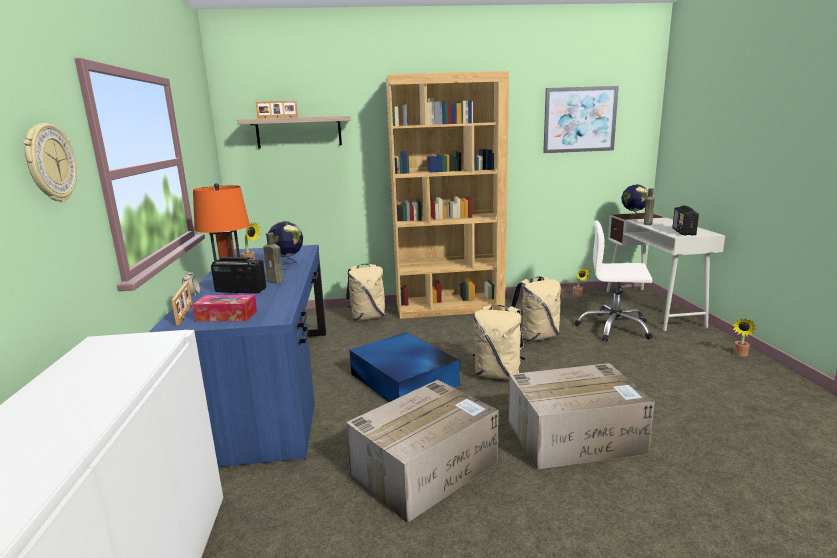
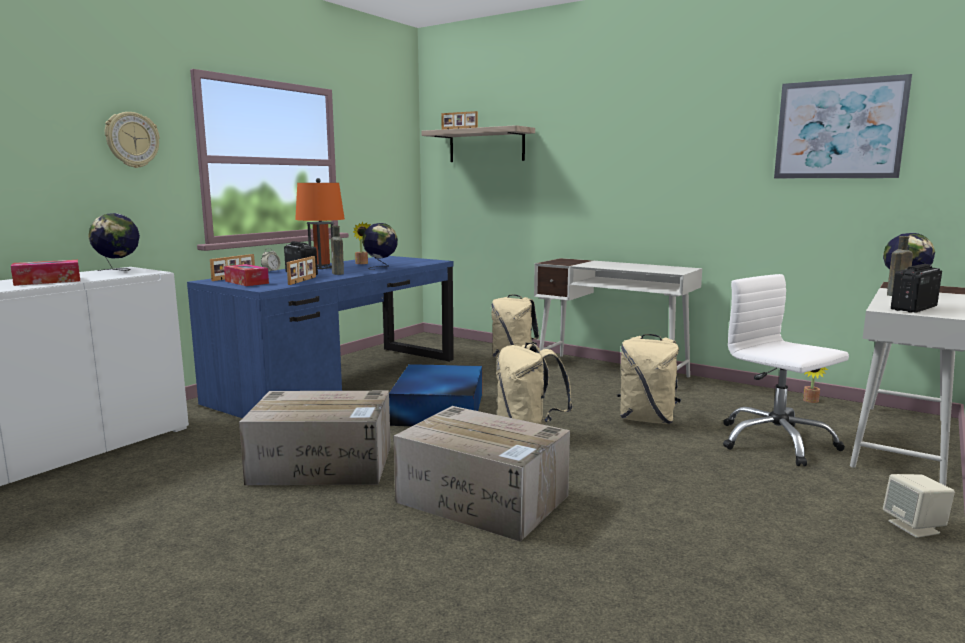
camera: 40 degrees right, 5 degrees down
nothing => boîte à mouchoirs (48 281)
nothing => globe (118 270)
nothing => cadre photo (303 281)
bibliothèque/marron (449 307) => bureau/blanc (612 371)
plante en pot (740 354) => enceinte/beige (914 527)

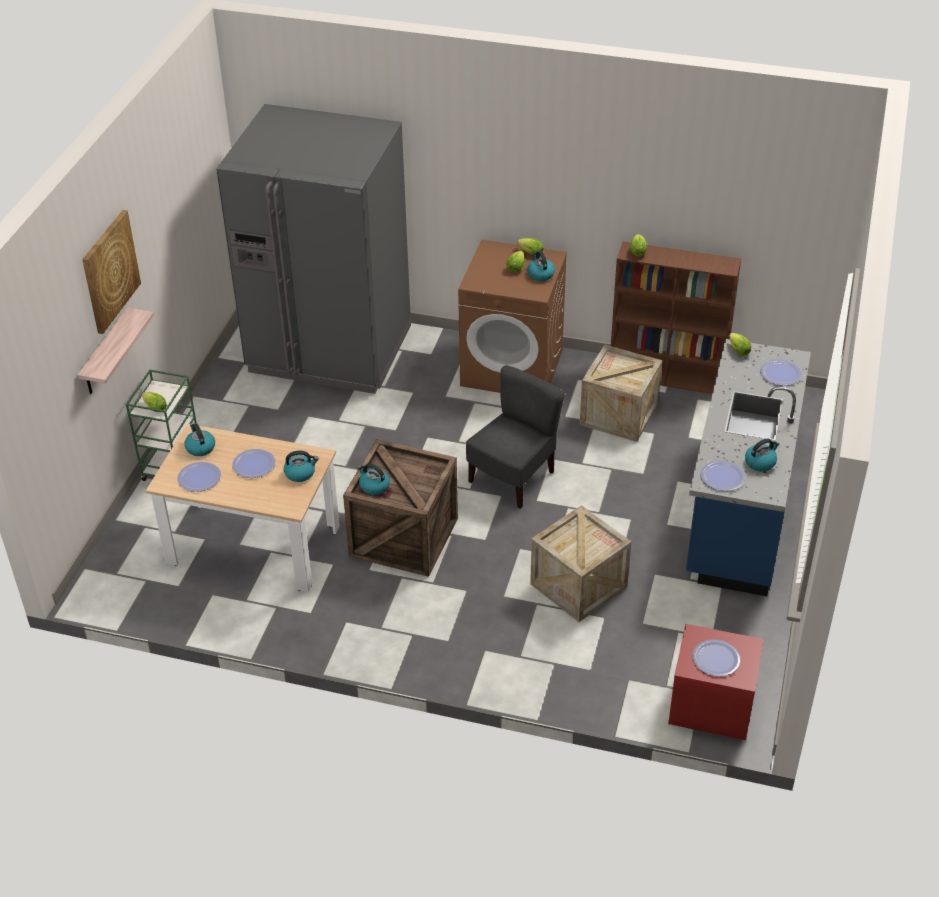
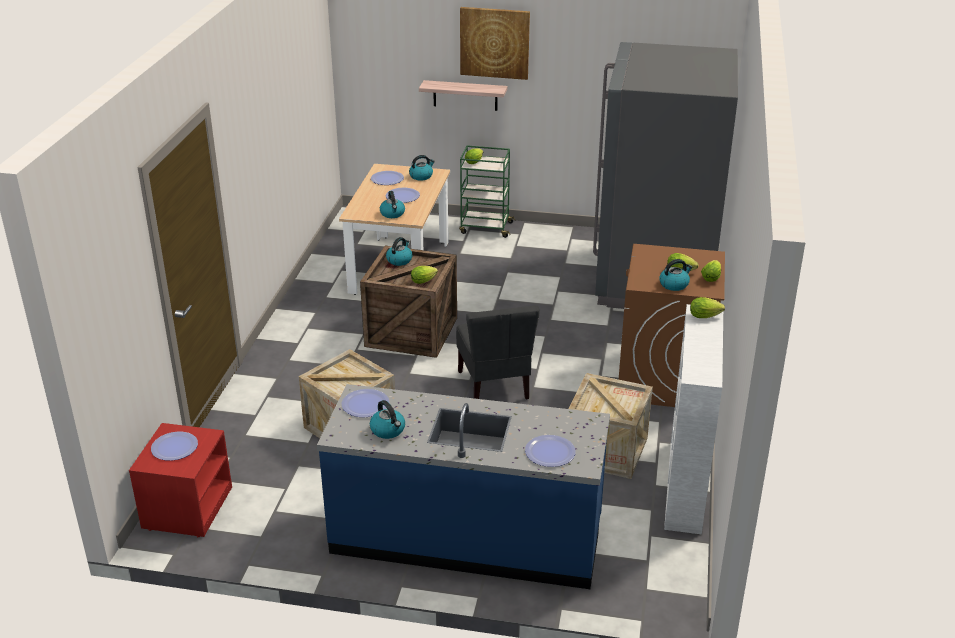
camera: 85 degrees right, 10 degrees down
laitue (737 350) => laitue (424 281), shifted
bibliothèque/marron (668 377) => bibliothèque/blanc (685 487)
chaise/gris (513 478) => chaise/gris (495 385), 45 degrees clockwise

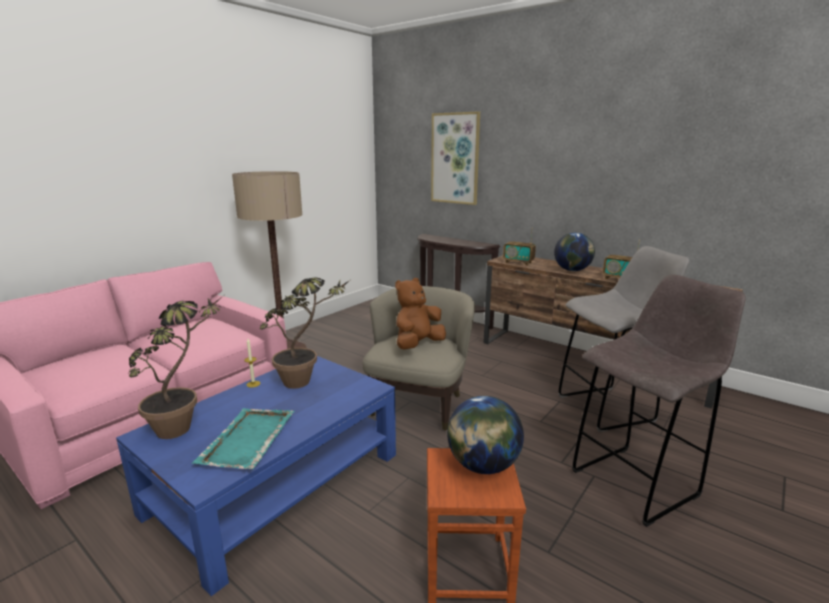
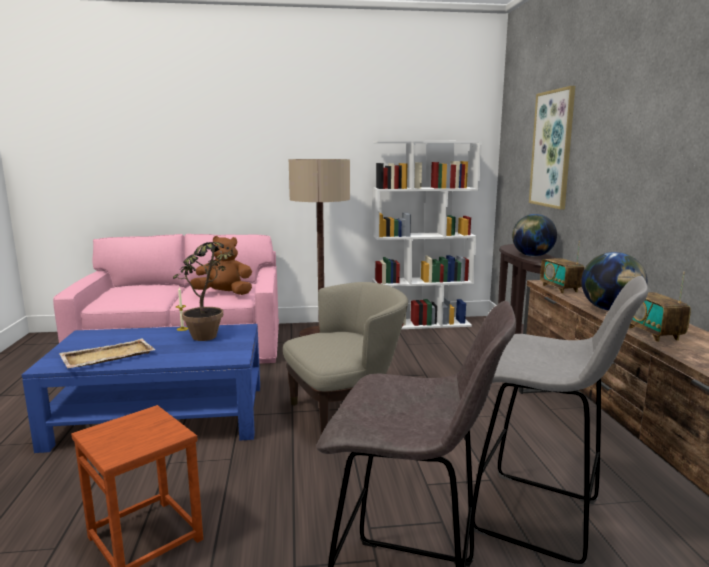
camera: 45 degrees right, 5 degrees down
plante en pot (185 425) => nothing
nothing => bibliothèque/blanc (421 324)
peluche/marron (418 345) => peluche/marron (224 294), shifted
globe (483 465) => globe (532 256), shifted
plateau/turquoise (247 440) => plateau/beige (107 356)

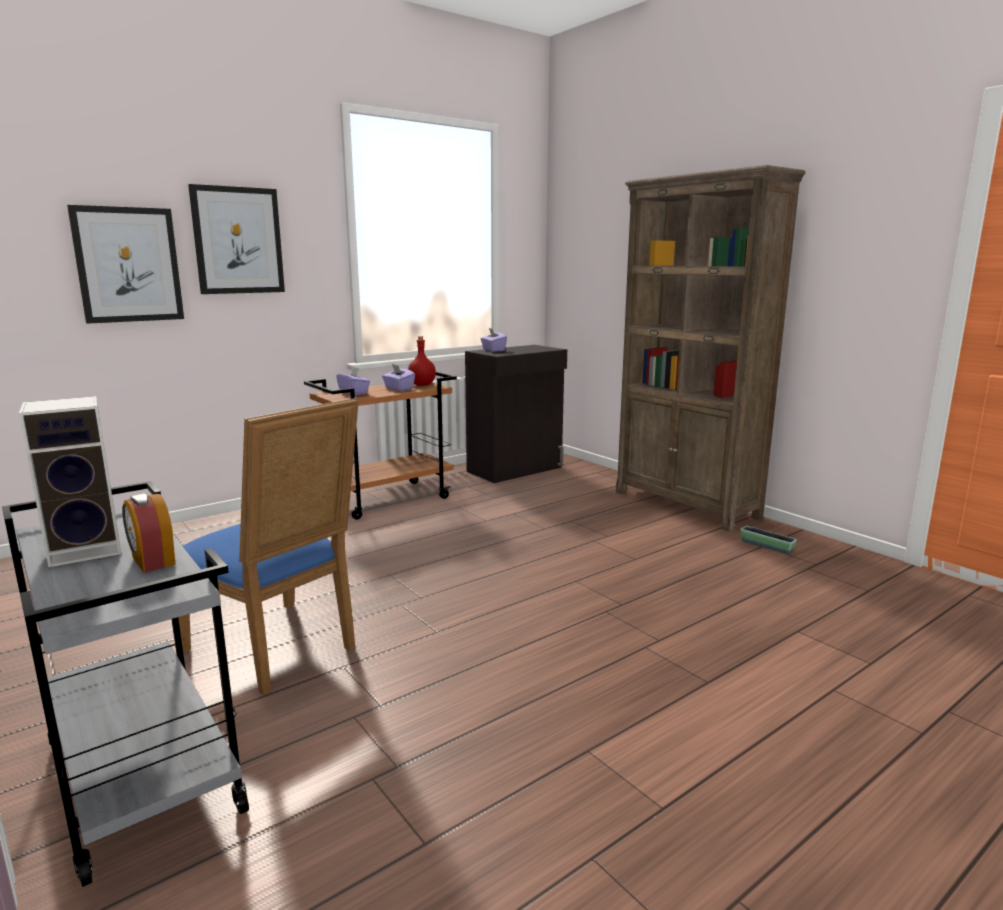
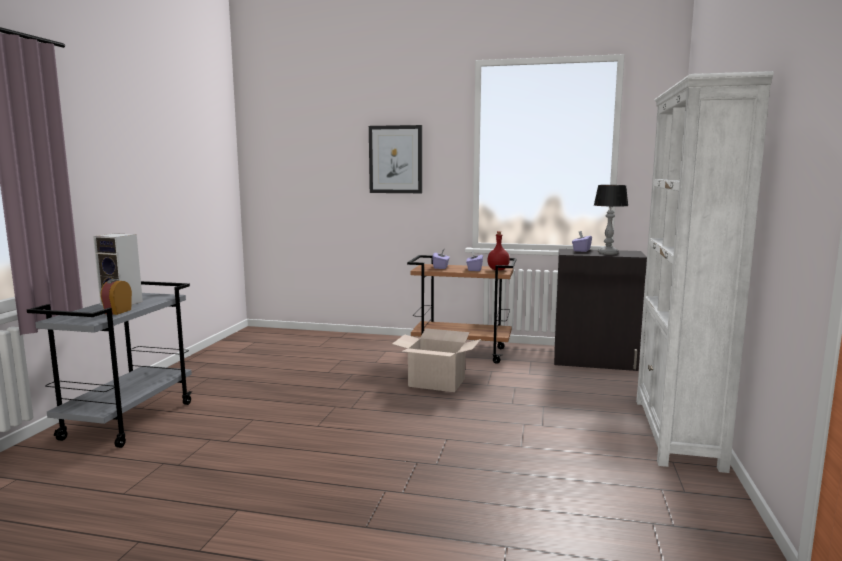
camera: 50 degrees right, 5 degrees down
tableau (128 265) => nothing
chaise/bleu (278 650) => nothing
cache-pot (766 546) => nothing
nothing => carton (437 382)
nothing => lampe de table (608 253)
bibliothèque/marron (686 504) => bibliothèque/blanc (676 433)

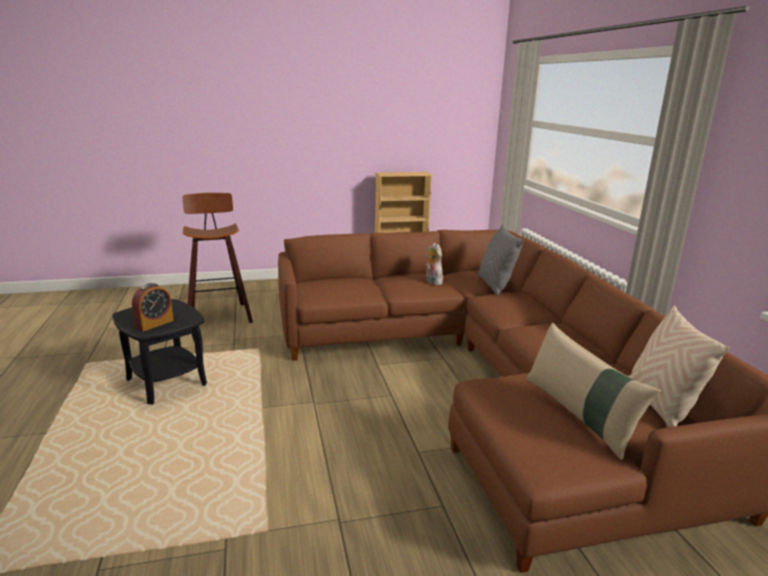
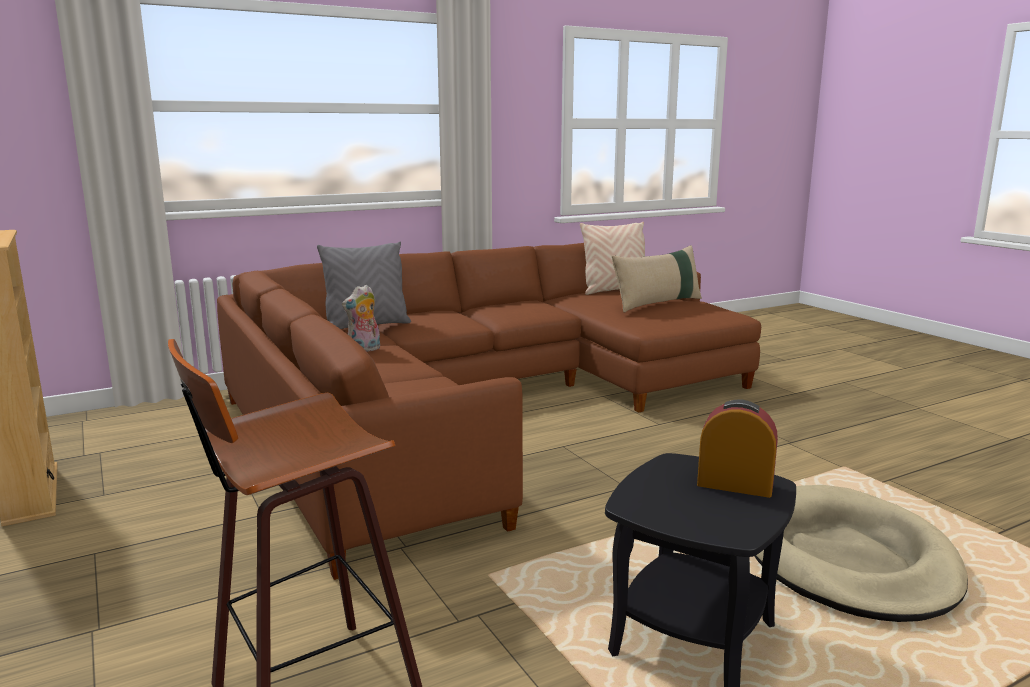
camera: 105 degrees left, 5 degrees down
nothing => panier pour chien/beige (847 559)

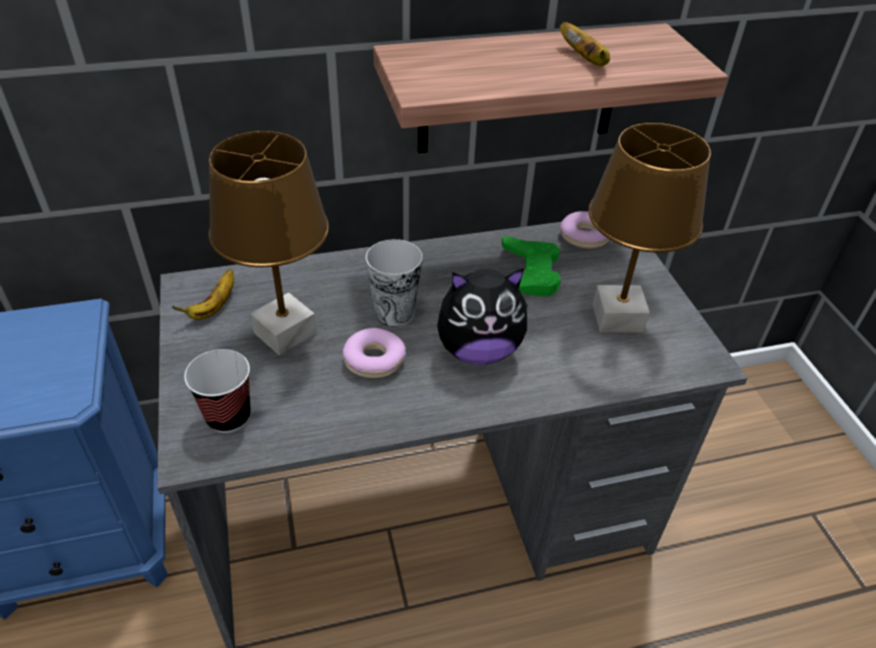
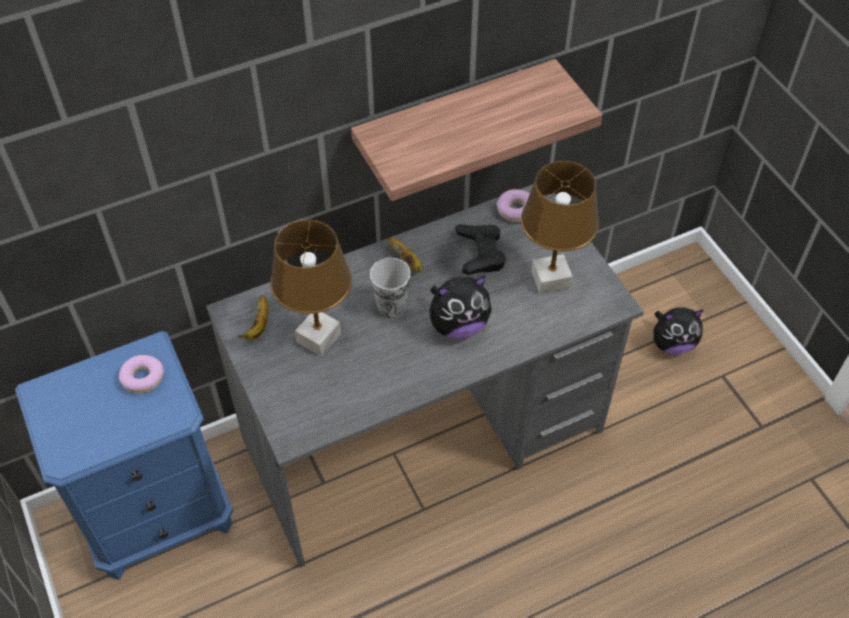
camera: 10 degrees left, 10 degrees up
tasse (228 417) => nothing
nothing => peluche (672 344)
beignet (374 360) => beignet (143 378), shifted
banane (585 59) => banane (407 261), shifted
manette/vert (529 273) => manette/noir (480 252)

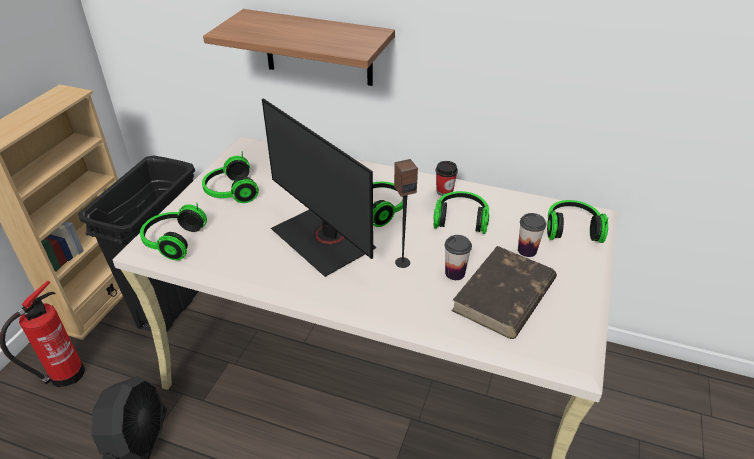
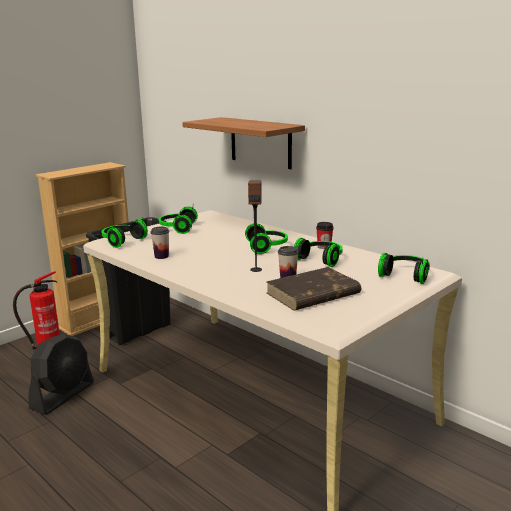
camera: 25 degrees right, 20 degrees down
écran d'ordinateur (324 239) => nothing
tasse (527 250) => tasse (161 256), shifted

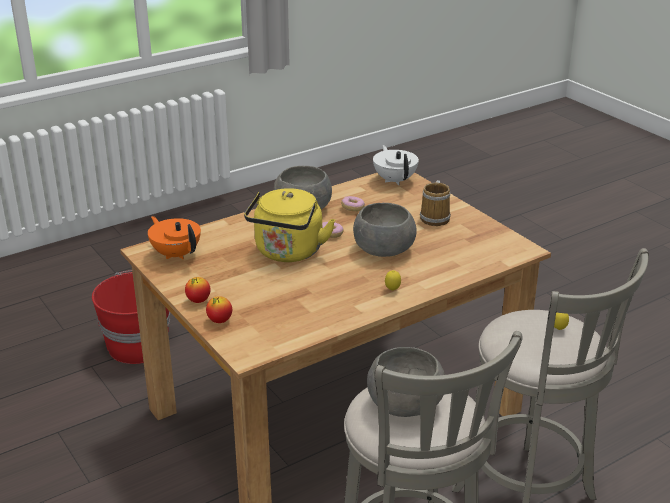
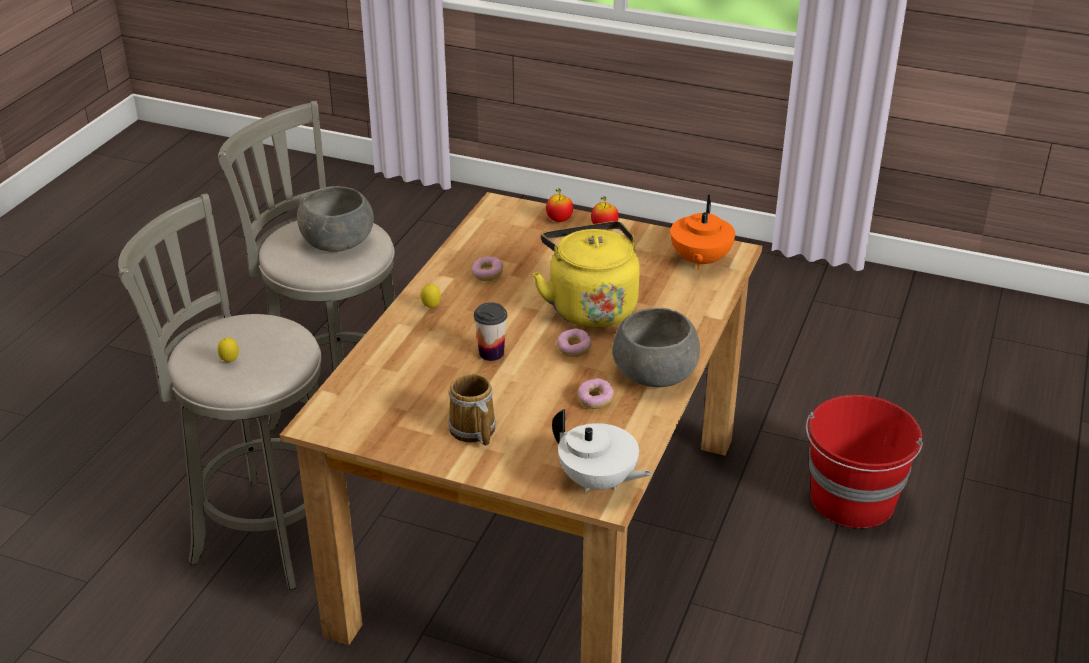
camera: 145 degrees right, 5 degrees up
nothing => beignet (487 274)
bol/gris (383 249) => tasse (491 353)
théière/orange (176 254) => théière/orange (699 261), 90 degrees clockwise

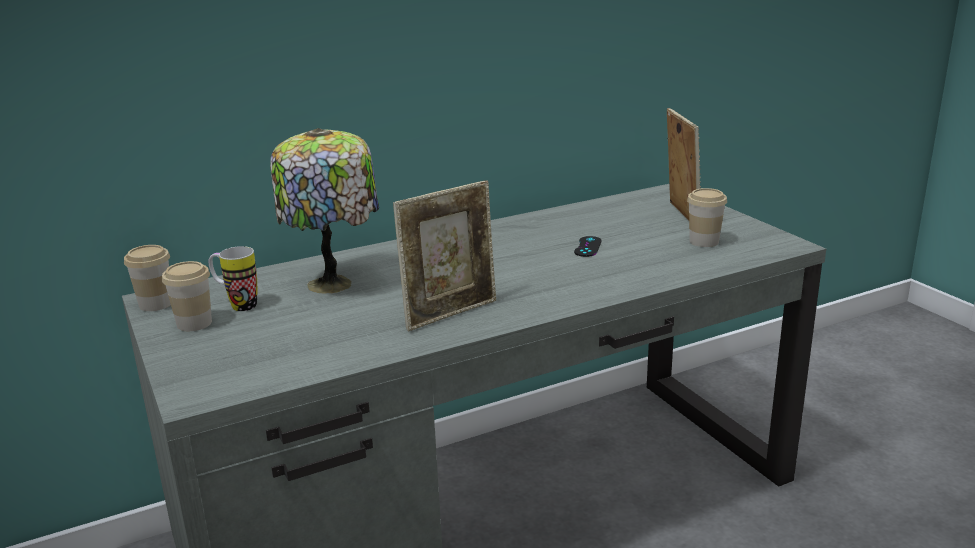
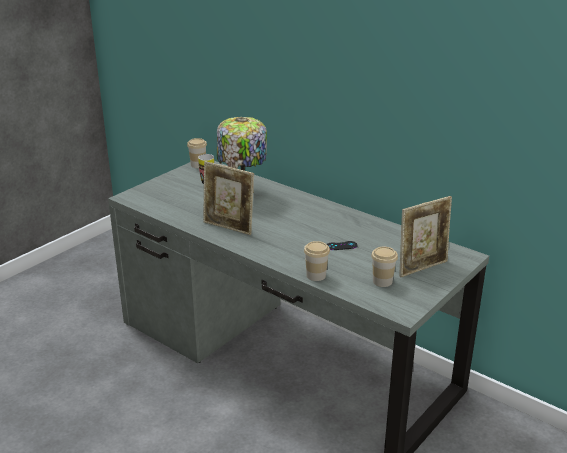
camera: 65 degrees right, 5 degrees up
tasse (194 323) => tasse (316 275), shifted

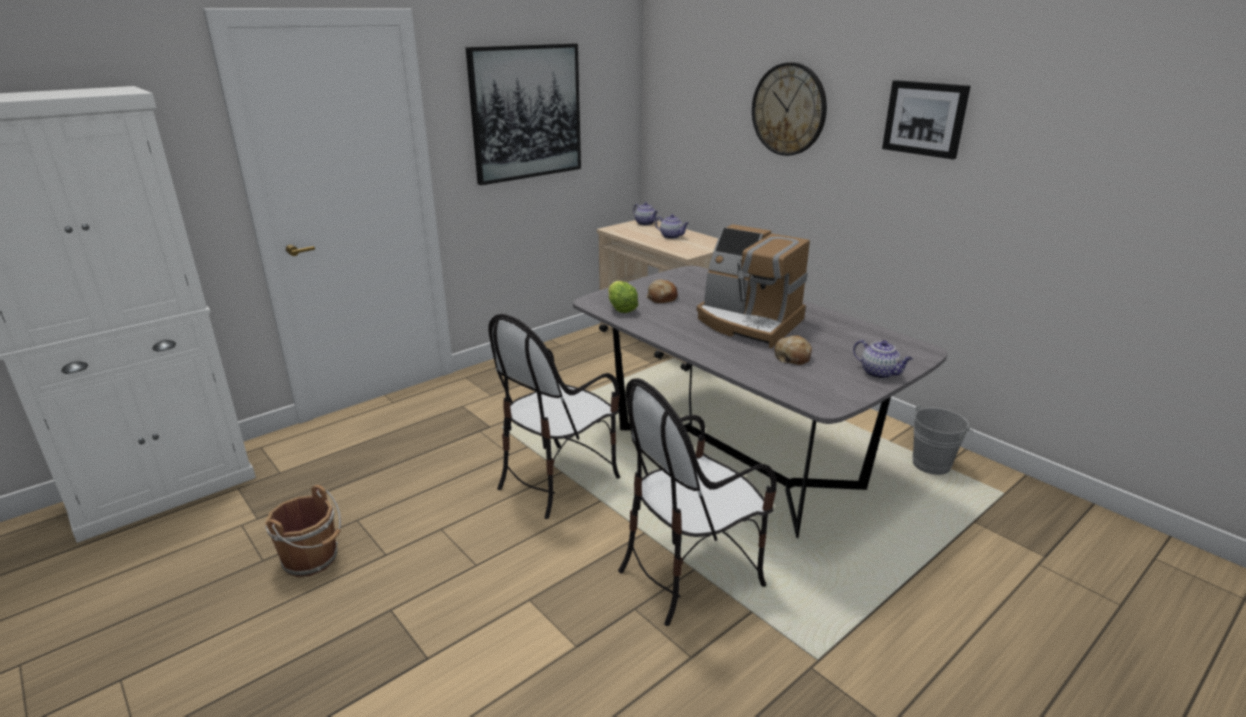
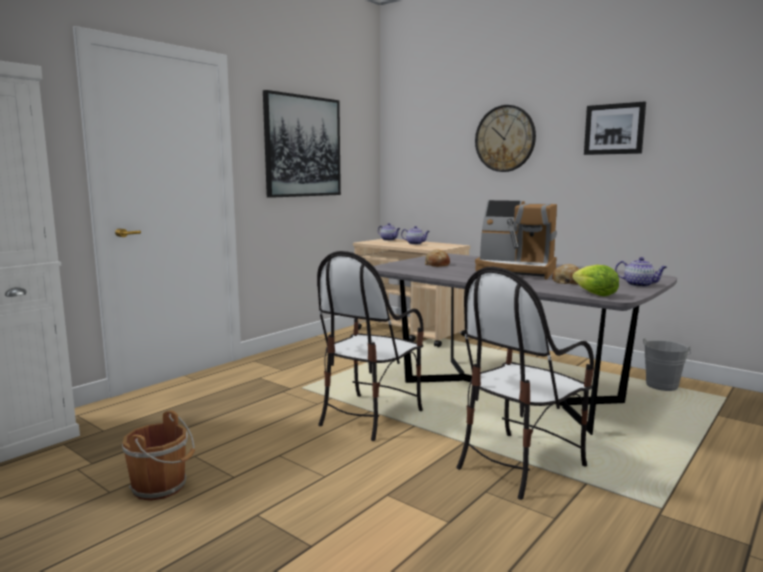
camera: 10 degrees left, 15 degrees down
laitue (621 309) => laitue (595 294), shifted

